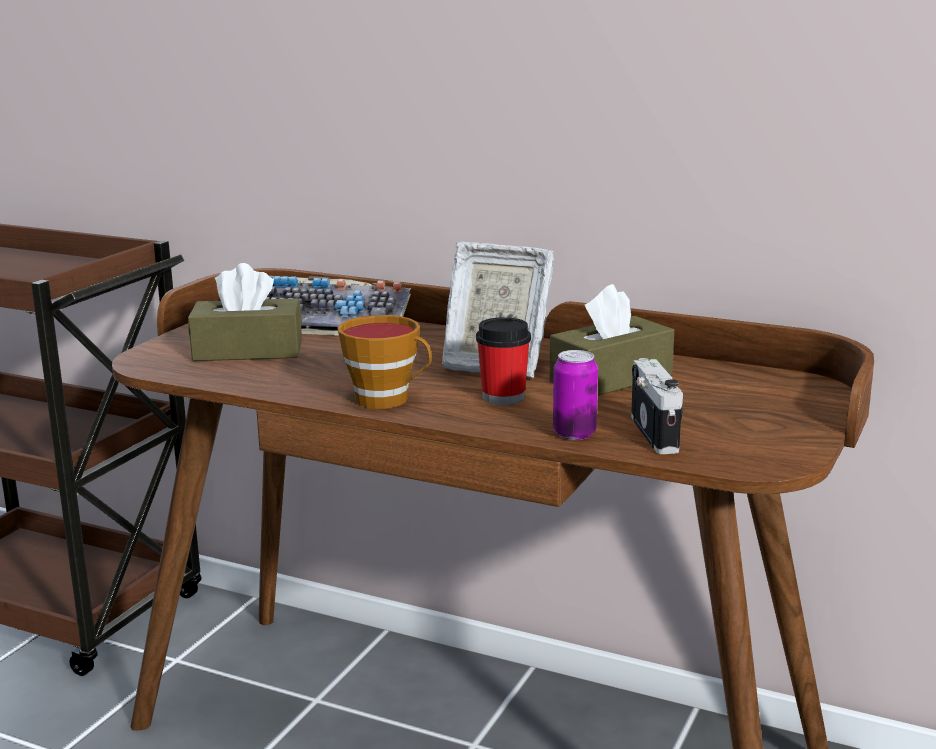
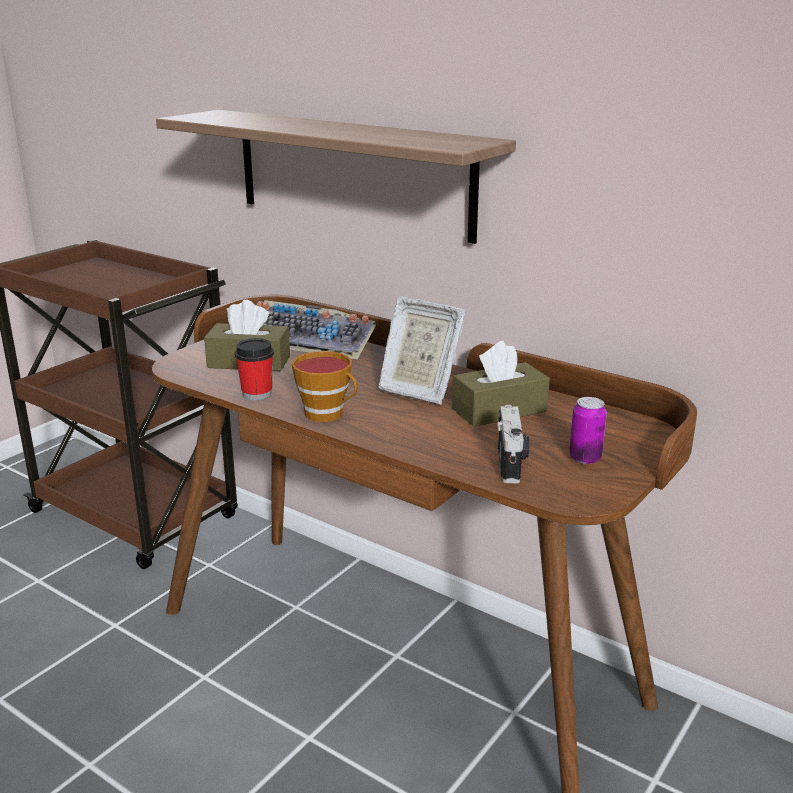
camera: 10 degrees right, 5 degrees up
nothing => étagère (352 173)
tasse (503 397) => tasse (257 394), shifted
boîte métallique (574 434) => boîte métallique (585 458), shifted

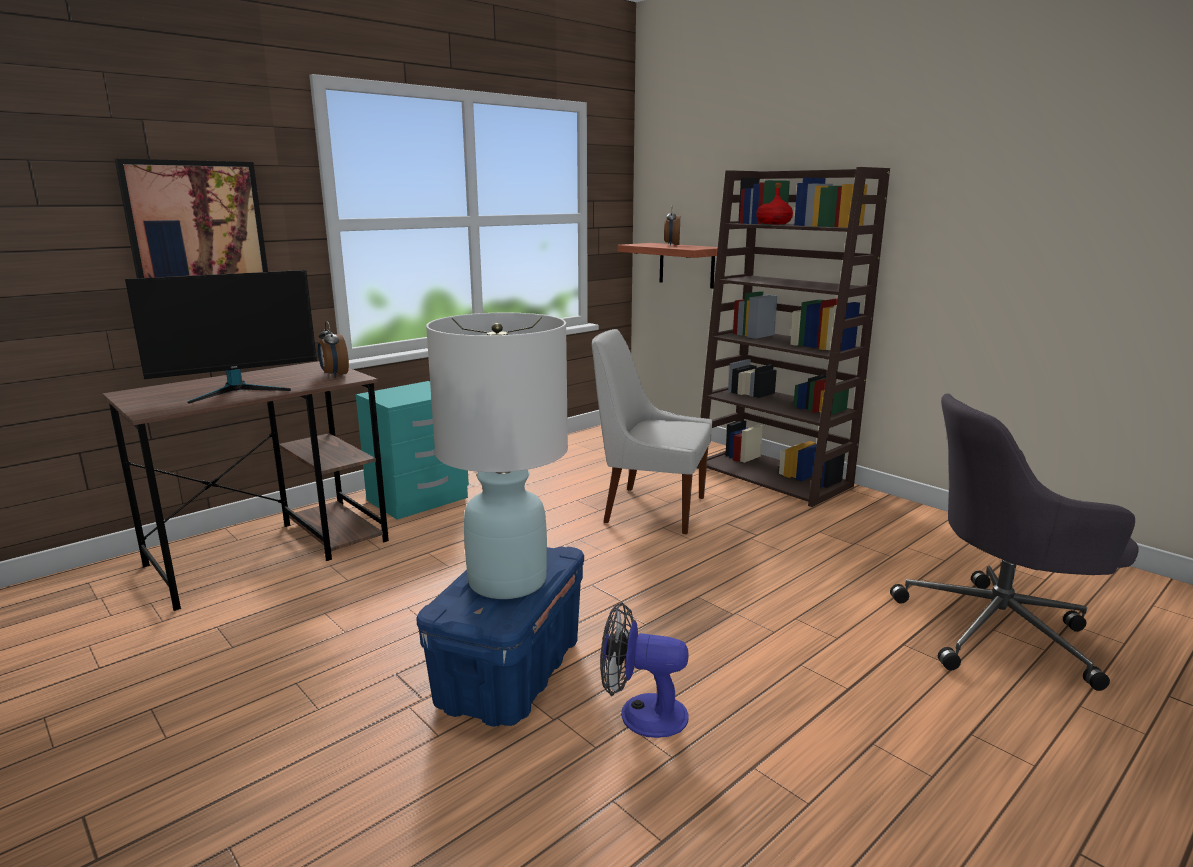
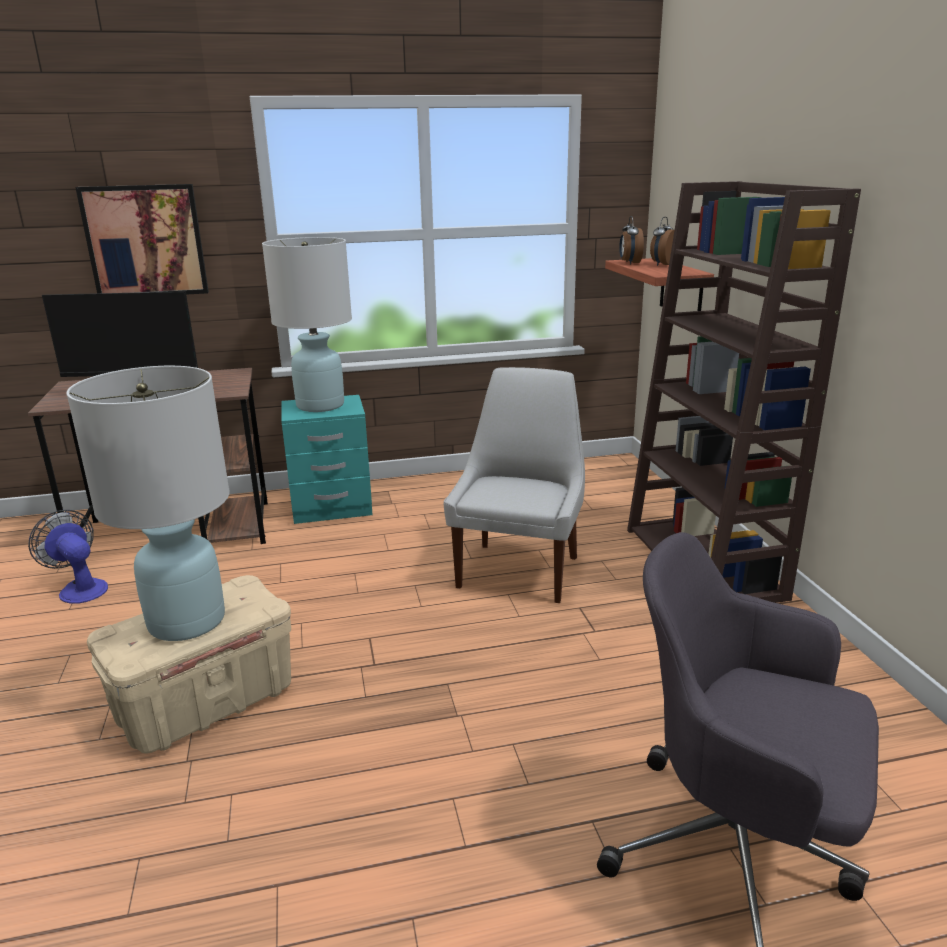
camera: 30 degrees right, 5 degrees up
bouteille/rouge (773 223) => nothing
nothing => lampe de table/blanc (320 405)
réveil (334 375) => réveil (629 263), shifted
ventilateur (641 714) => ventilateur (80 588), shifted
boîte de rangement/bleu (510 672) => boîte de rangement/beige (207 702)
chaise/blanc (650 509) => chaise/blanc (520 570), 60 degrees clockwise

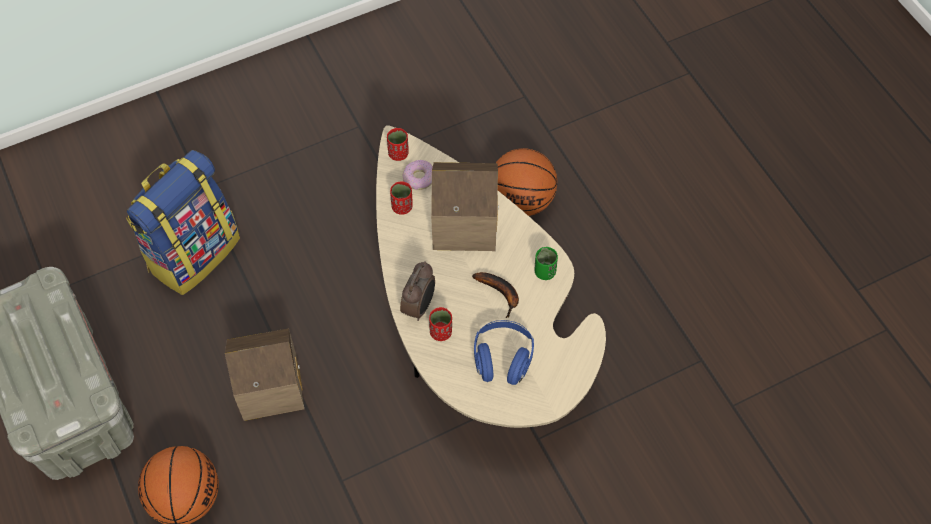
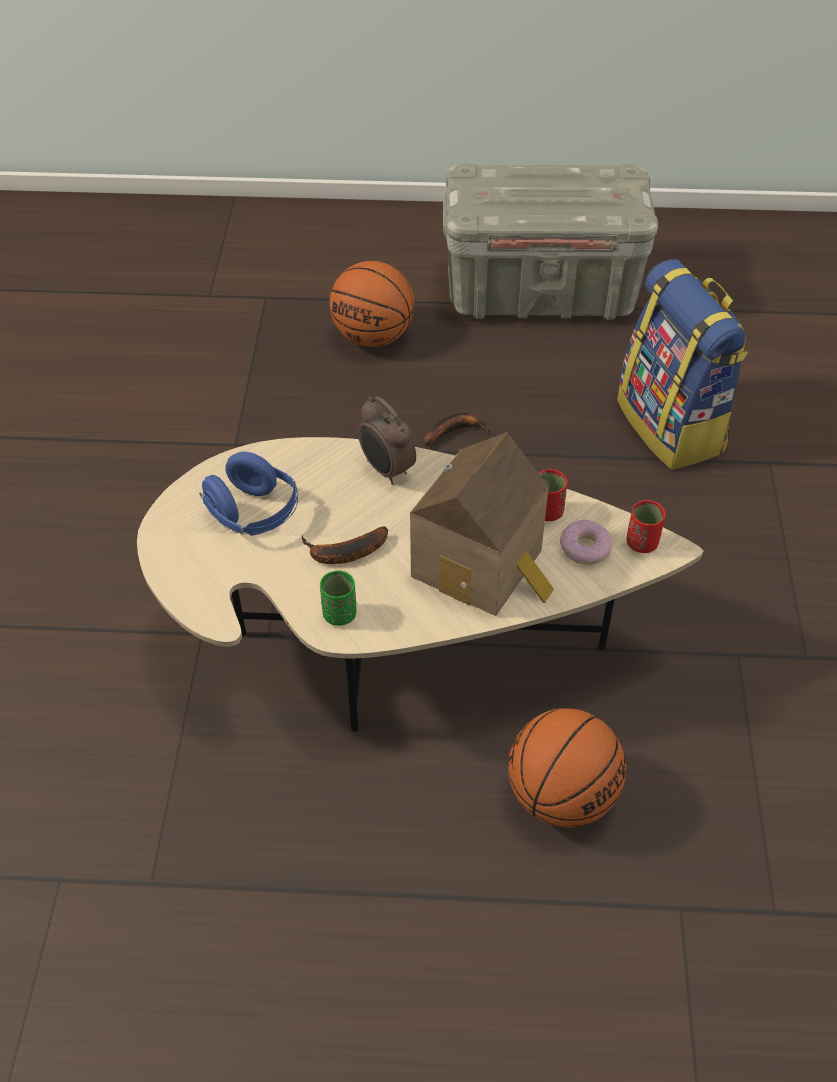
camera: 120 degrees right, 10 degrees down
tasse/rouge (441 332) => nothing
maison miniature (269 384) => banane (454 431)

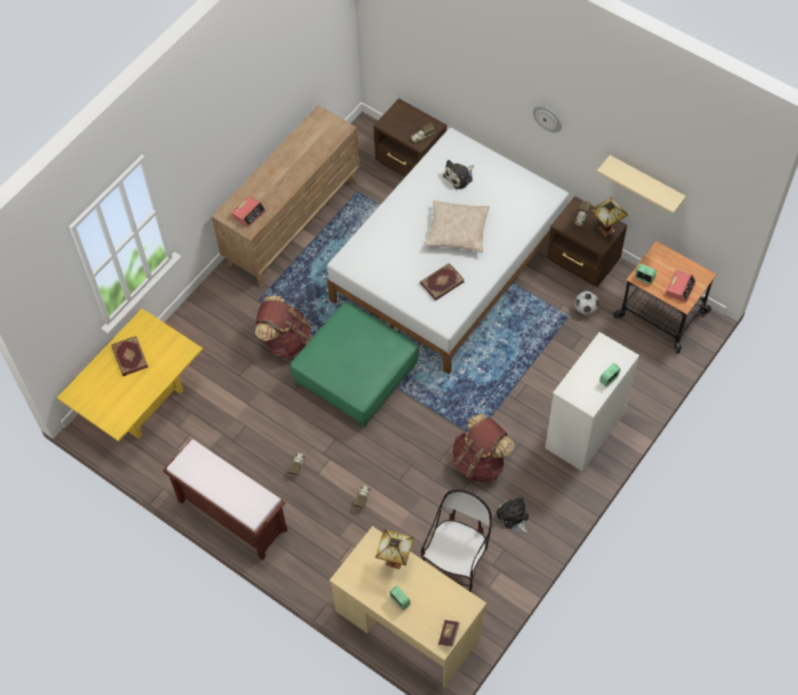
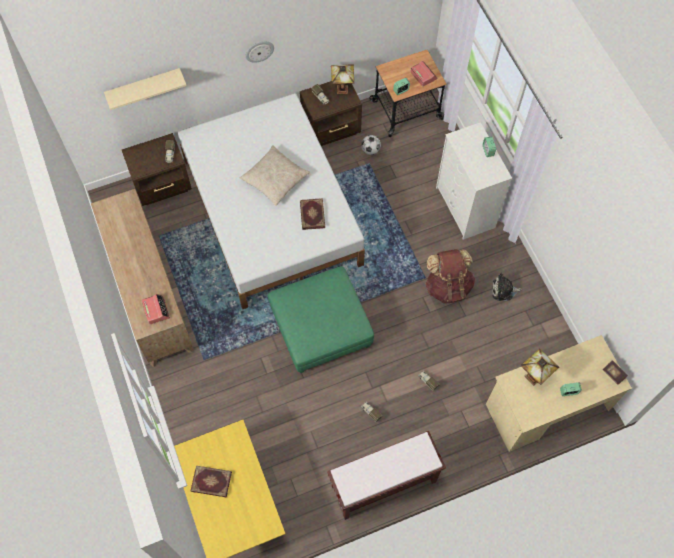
camera: 60 degrees left, 5 degrees up
sac à dos/marron (285 340) => nothing
chaise (456 563) => nothing
peluche (459 177) => nothing
étagère/beige (645 183) => étagère/beige (144 87), shifted

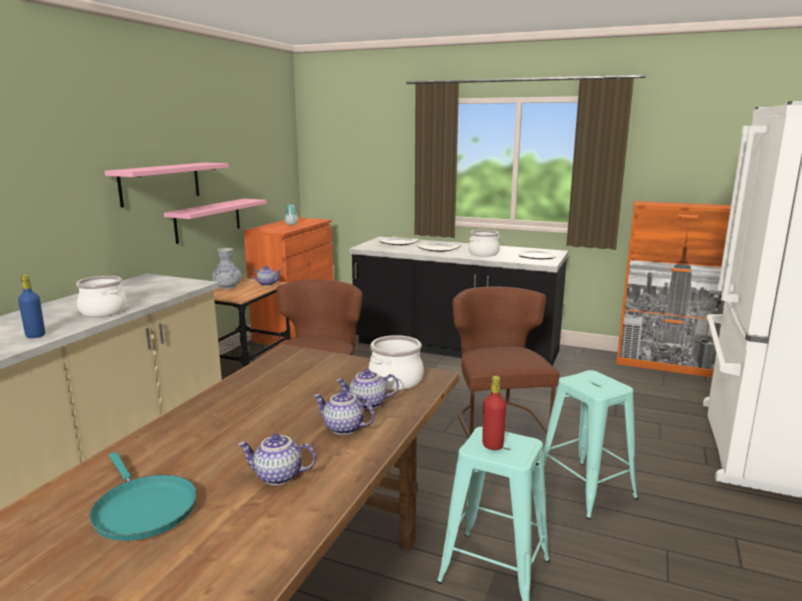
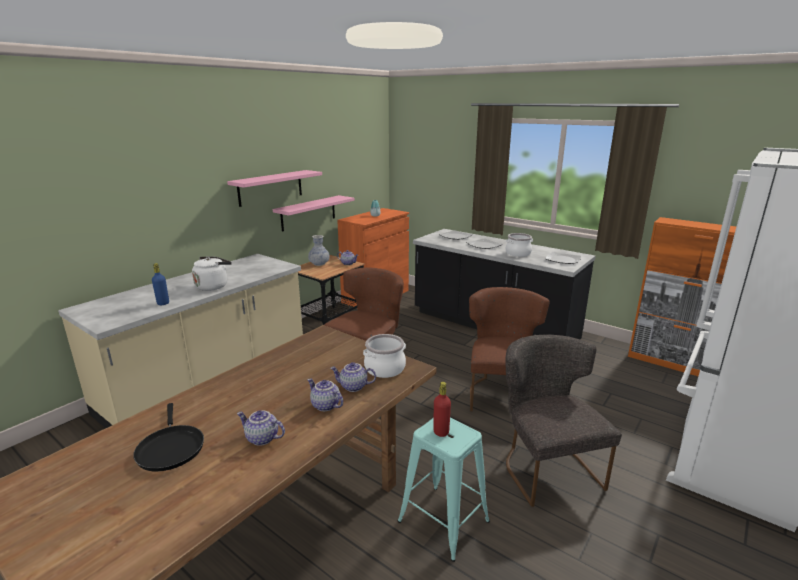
camera: 15 degrees right, 5 degrees up
marmite (104 311) => bouilloire/blanc (213 286)
tabouret/turquoise (584 489) => chaise/gris (545 467)
poêle/turquoise (142 508) => poêle/noir (170 448)

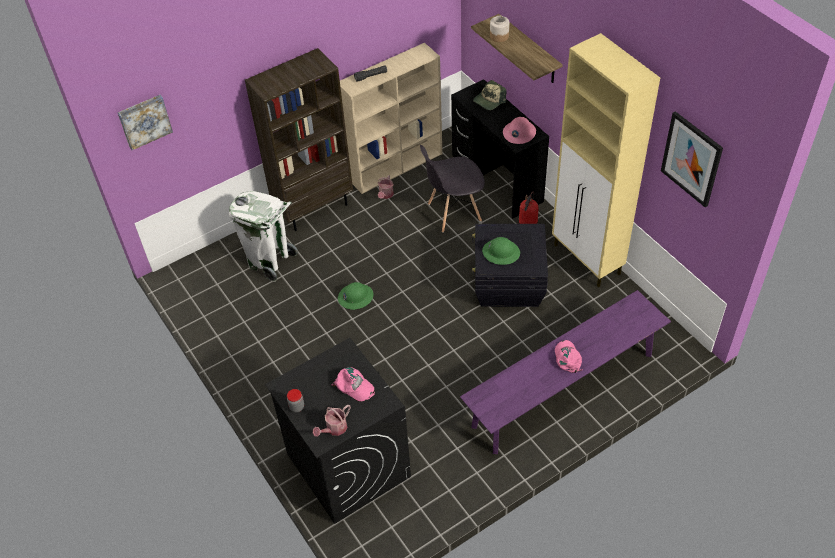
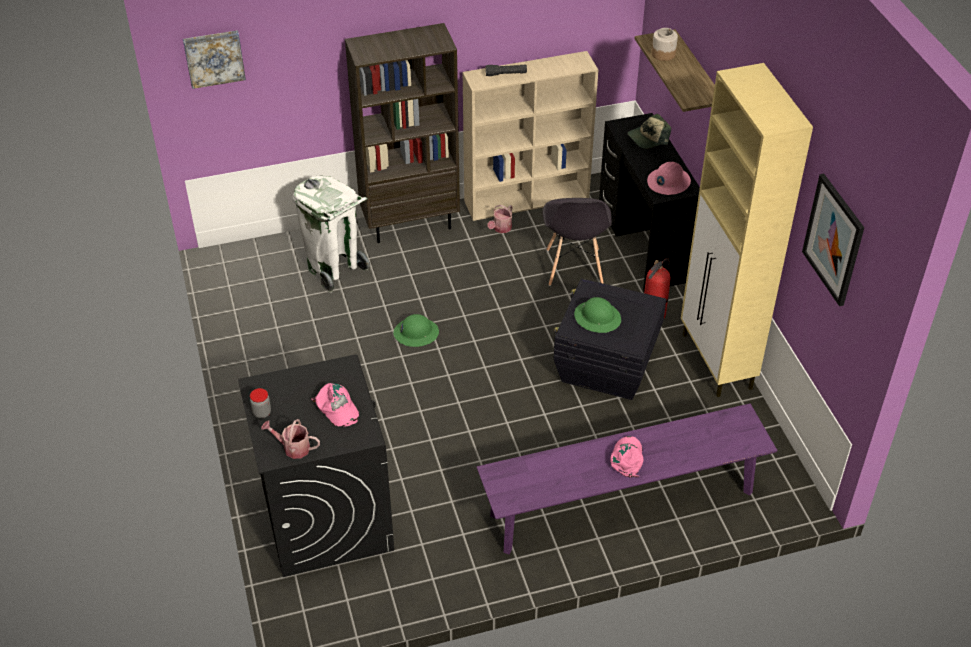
camera: 15 degrees right, 5 degrees down
arrosoir (334 429) => arrosoir (293 448), 45 degrees clockwise
chaise/gris (453 212) => chaise/gris (574 268), 90 degrees counterclockwise

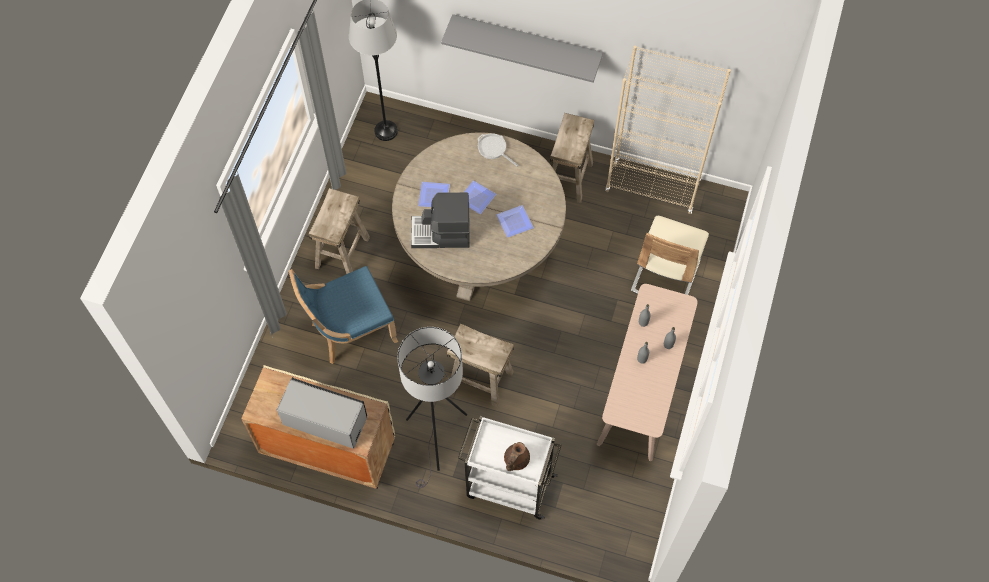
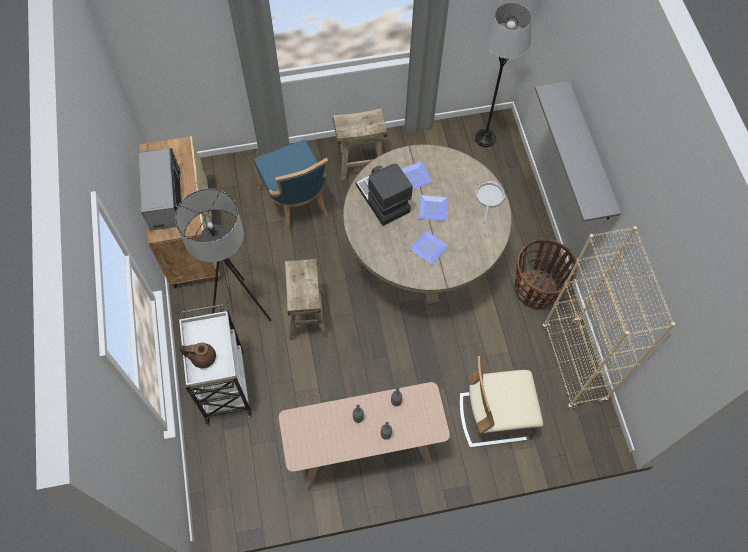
camera: 60 degrees right, 0 degrees up
tabouret/beige (568 177) => panier (536 290)
chaise/bleu (350 331) => chaise/bleu (296 202), 150 degrees counterclockwise

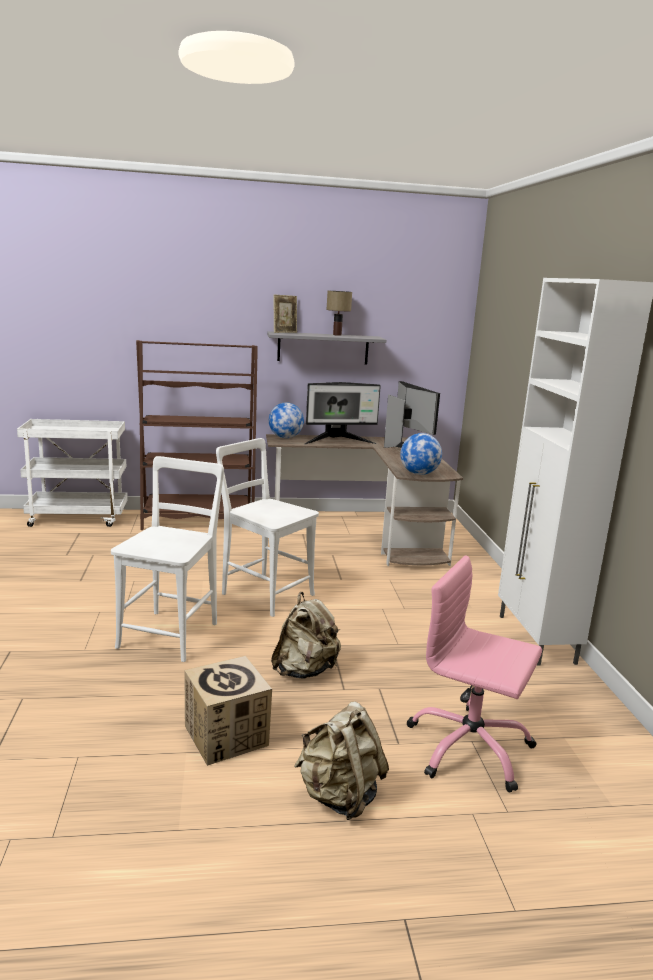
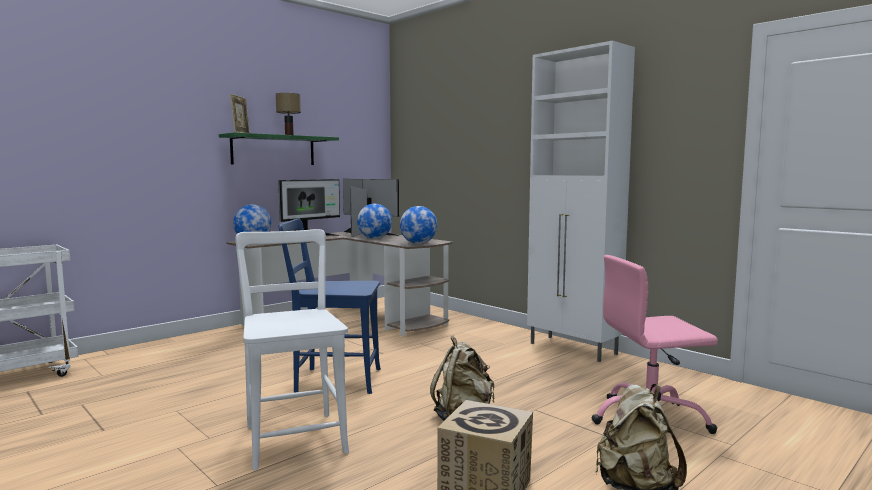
camera: 35 degrees left, 10 degrees down
bibliothèque/marron (198 521) => nothing
nothing => globe (374 238)
chaise/blanc (264 593) => chaise/bleu (333 380)
étagère/gris (323 348) => étagère/vert (273 150)

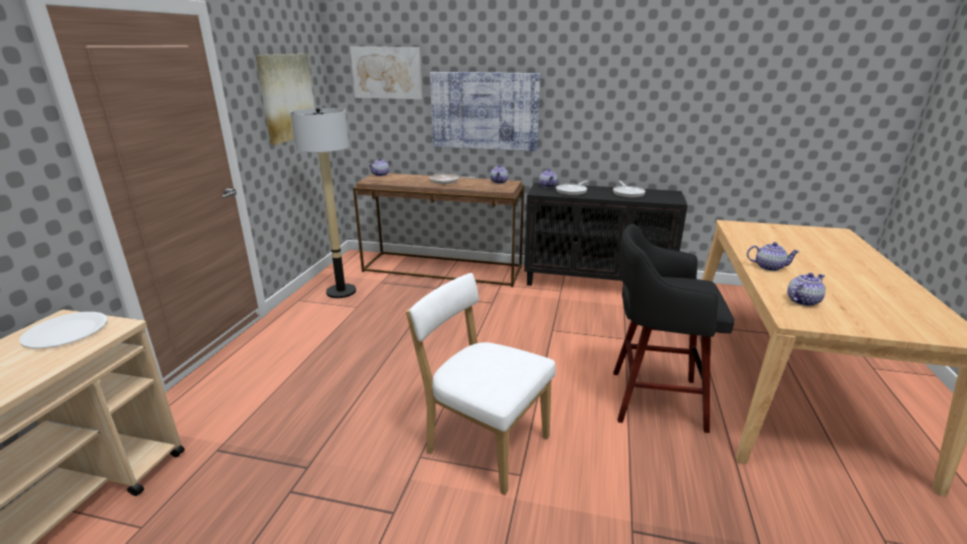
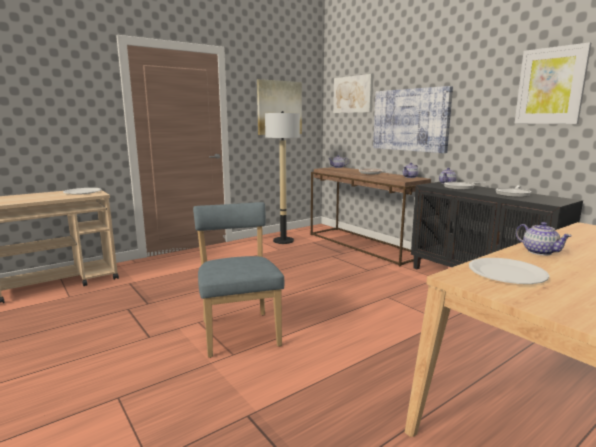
camera: 40 degrees right, 10 degrees down
tabouret/noir (653 399) => nothing
nothing => tableau (550 86)
théière (802 301) => assiette/blanc (506 273)
chaise/blanc (483 443) => chaise/bleu (239 331)

